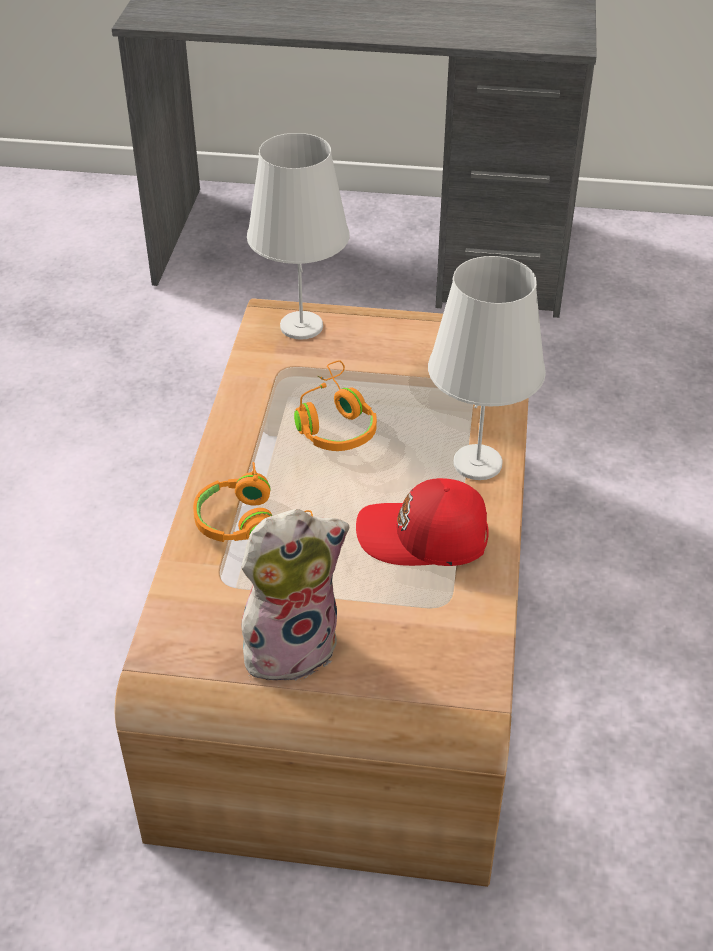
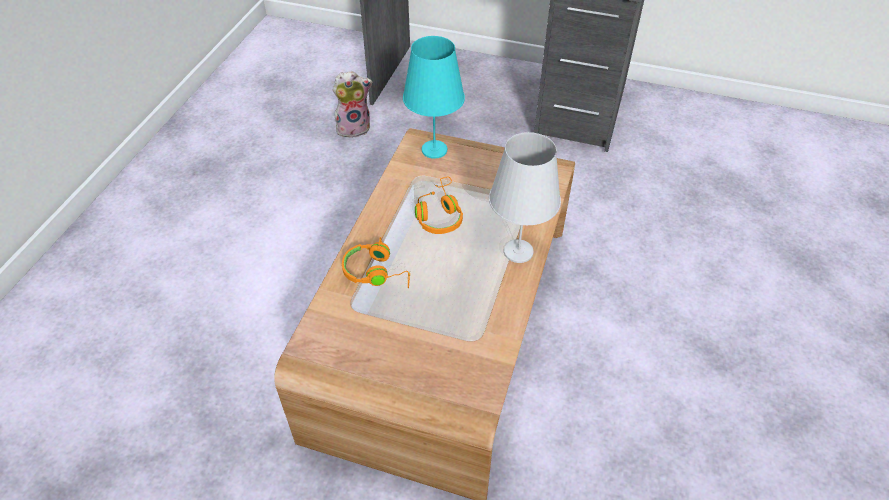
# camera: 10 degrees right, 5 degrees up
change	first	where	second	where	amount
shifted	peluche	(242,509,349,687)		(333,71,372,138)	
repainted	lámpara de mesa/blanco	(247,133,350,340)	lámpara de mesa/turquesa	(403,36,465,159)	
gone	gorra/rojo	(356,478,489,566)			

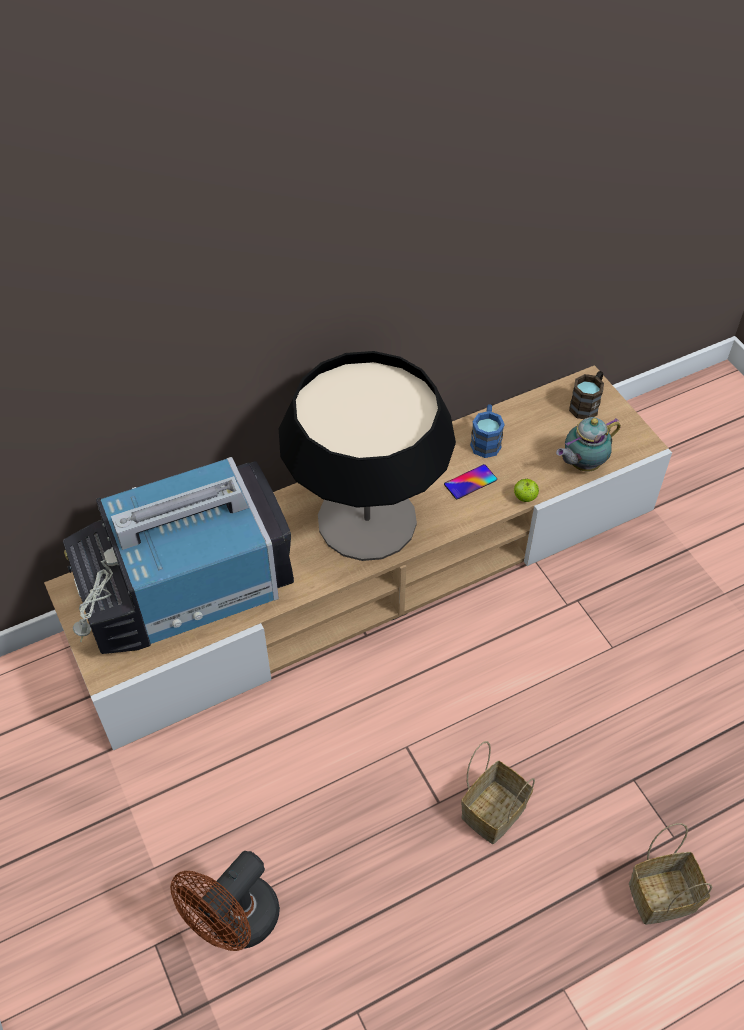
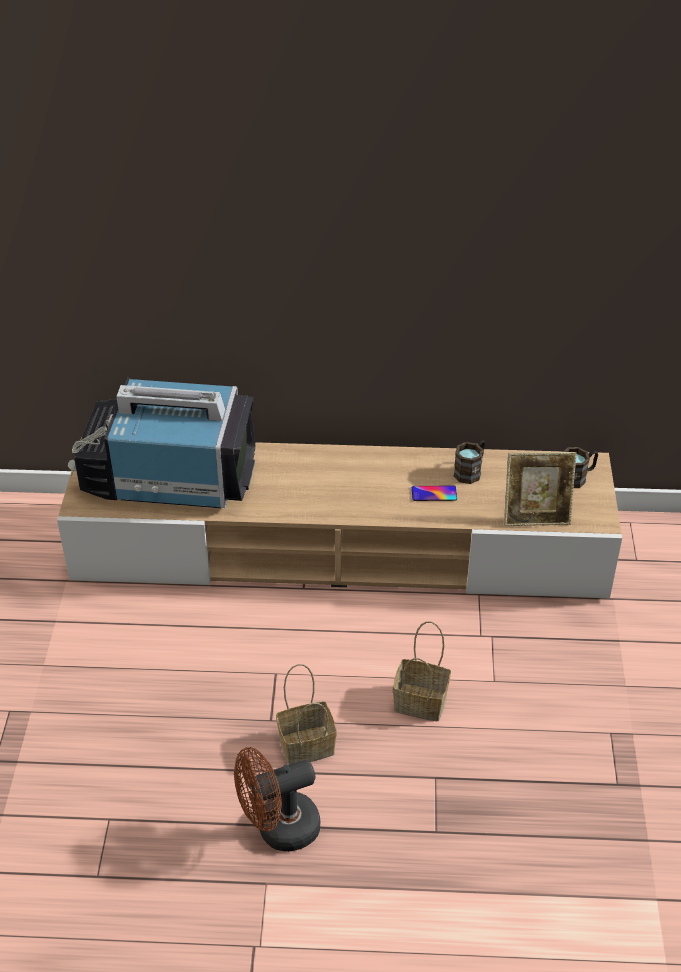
# camera: 30 degrees right, 10 degrees down
change	first	where	second	where	amount
shifted	ventilador/marrón	(170,851,280,951)		(234,747,320,852)	
shifted	cesta	(629,823,712,925)		(393,621,451,721)	
repainted	taza grande/azul	(470,404,505,458)	taza grande/marrón	(454,440,485,484)	
swapped	tetera	(556,417,621,472)	portarretratos	(504,452,577,526)	
gone	lámpara de mesa	(279,351,456,561)			
gone	manzana	(514,479,539,502)			

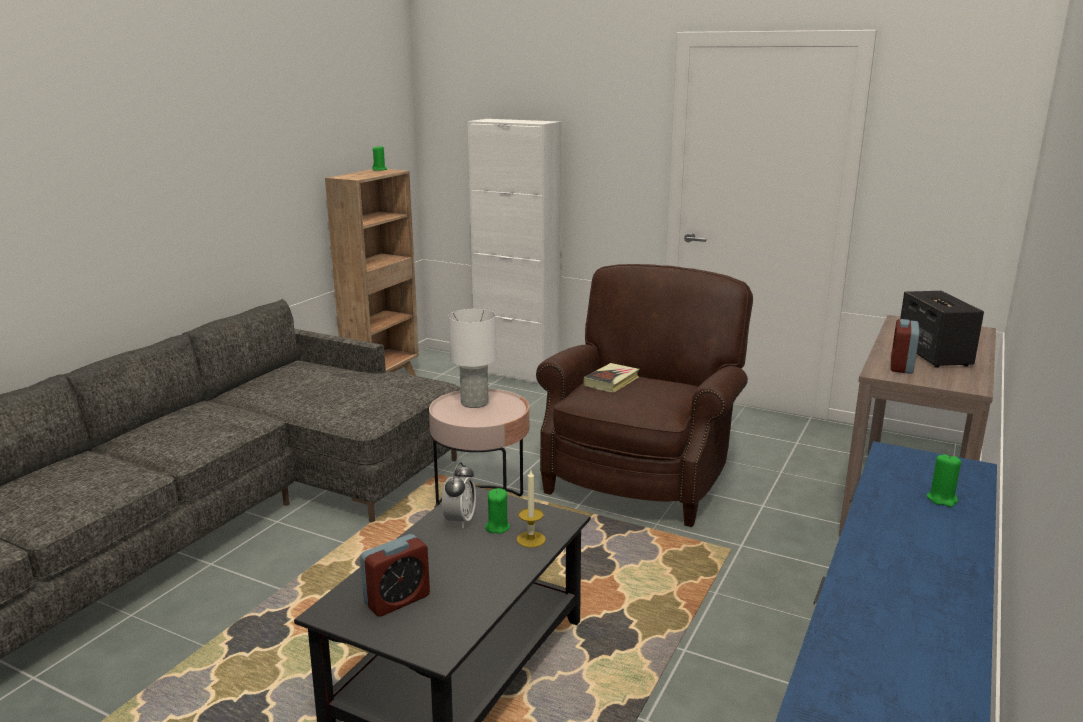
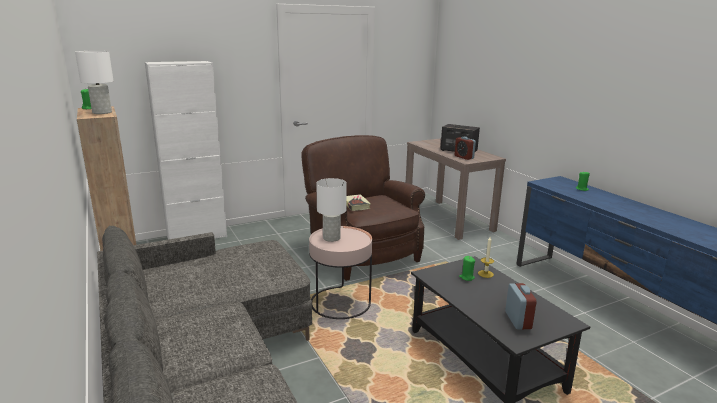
# camera: 55 degrees left, 0 degrees up
change	first	where	second	where	amount
new			lámpara de mesa/blanco	(75,51,114,114)	
gone	despertador	(442,462,476,528)			

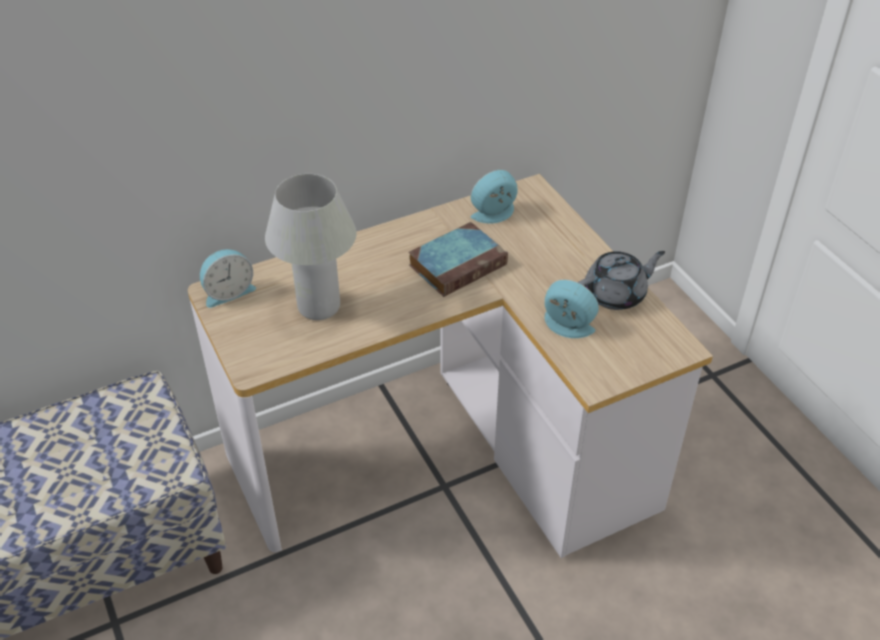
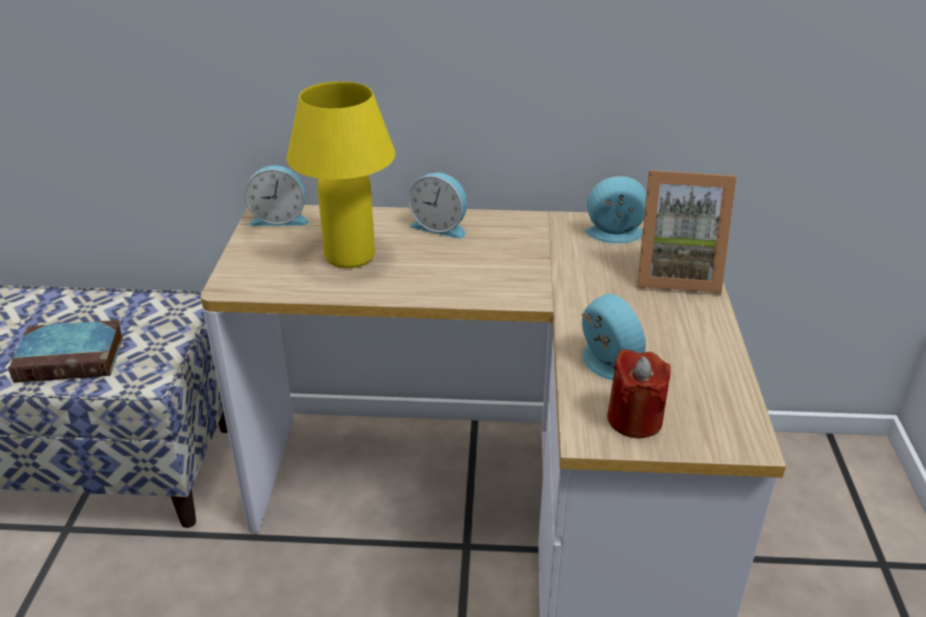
# camera: 30 degrees right, 10 degrees down
change	first	where	second	where	amount
shifted	libro	(408,222,508,297)		(8,320,124,383)	
repainted	lámpara de mesa/blanco	(265,174,357,320)	lámpara de mesa/amarillo	(287,81,395,268)	
new			despertador	(408,172,467,239)	
new			vela/rojo	(607,349,671,438)	
new			portarretratos	(637,170,737,294)	
gone	tetera/gris	(578,251,665,310)			

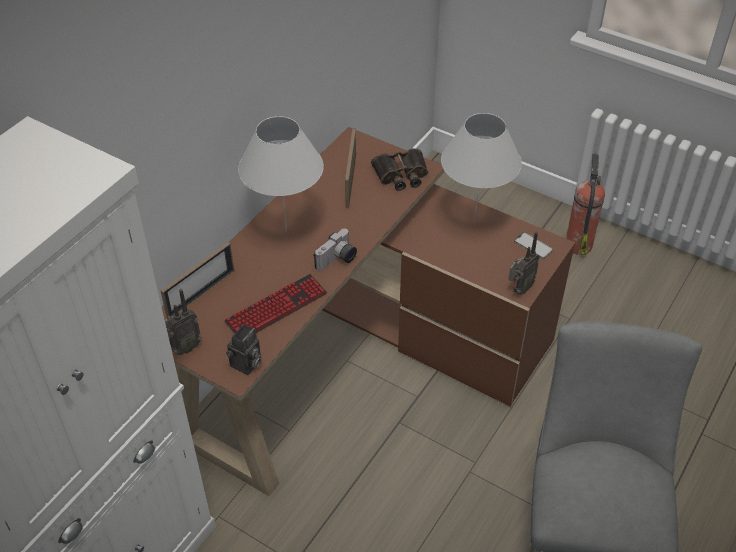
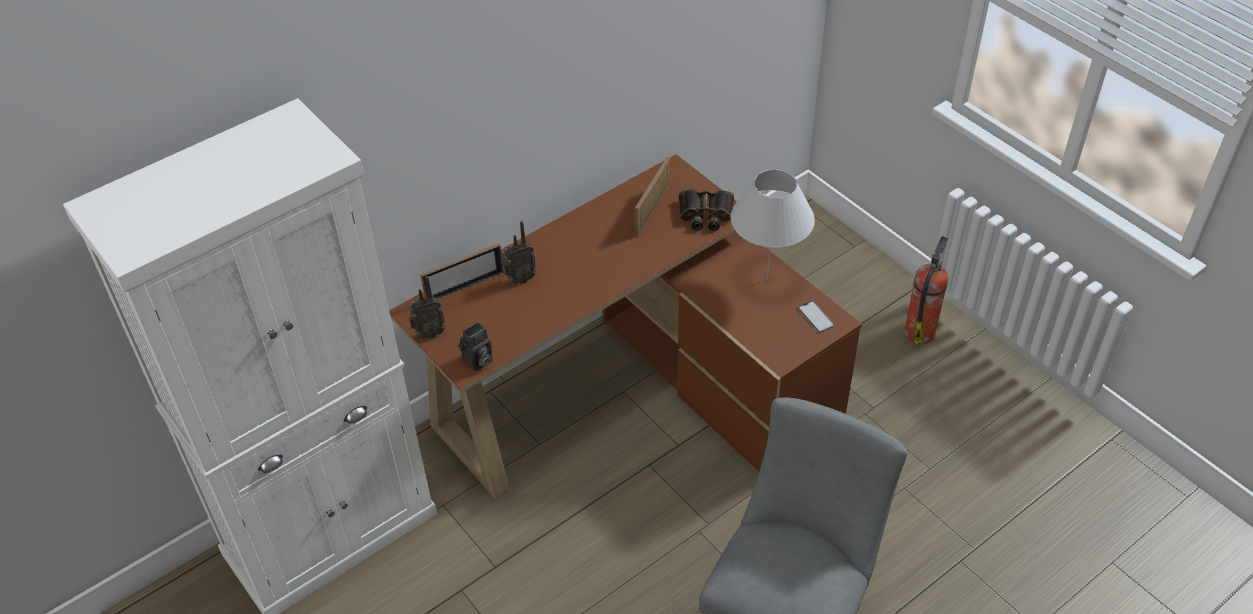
# camera: 20 degrees right, 0 degrees up
change	first	where	second	where	amount
shifted	radio	(508,231,540,295)		(501,221,536,284)	
gone	teclado	(224,274,327,334)			
gone	lámpara de mesa/blanco	(238,116,324,232)			
gone	cámara	(314,229,357,271)			

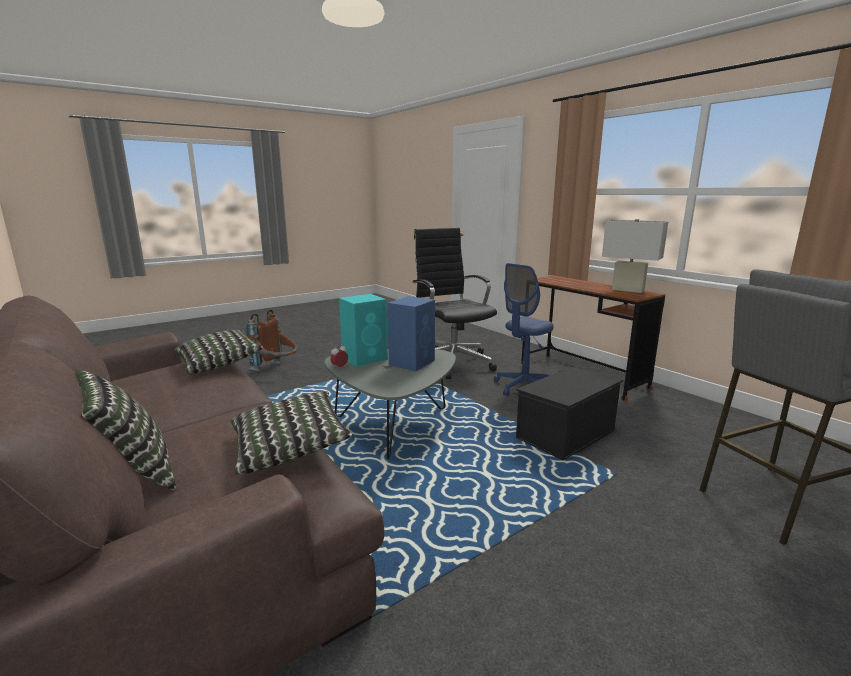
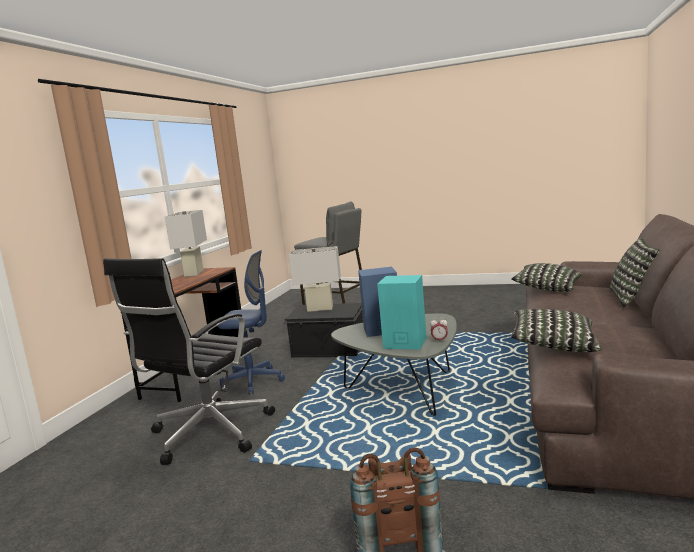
# camera: 125 degrees left, 5 degrees down
change	first	where	second	where	amount
new			lámpara de mesa/blanco	(289,246,341,312)	

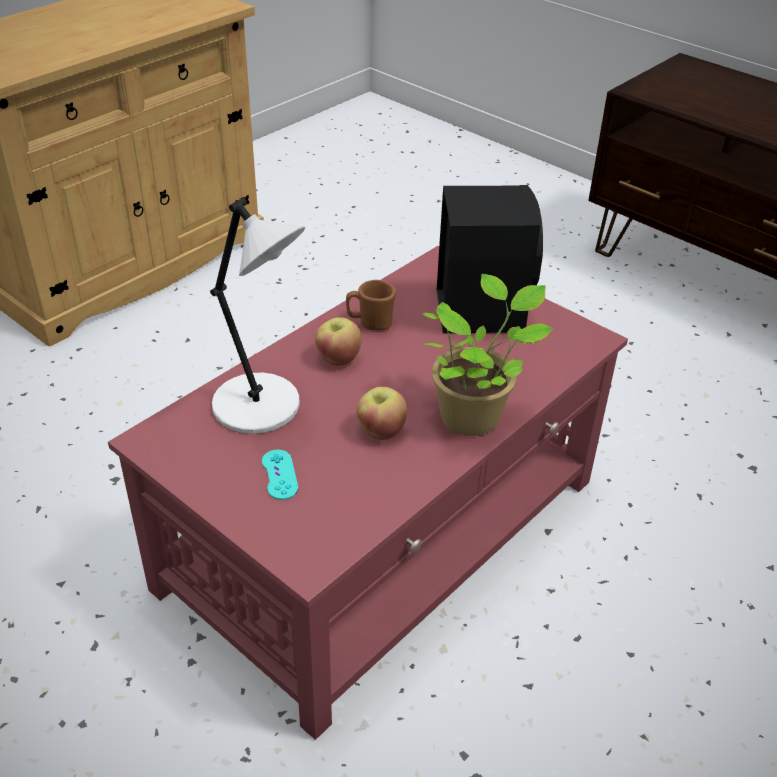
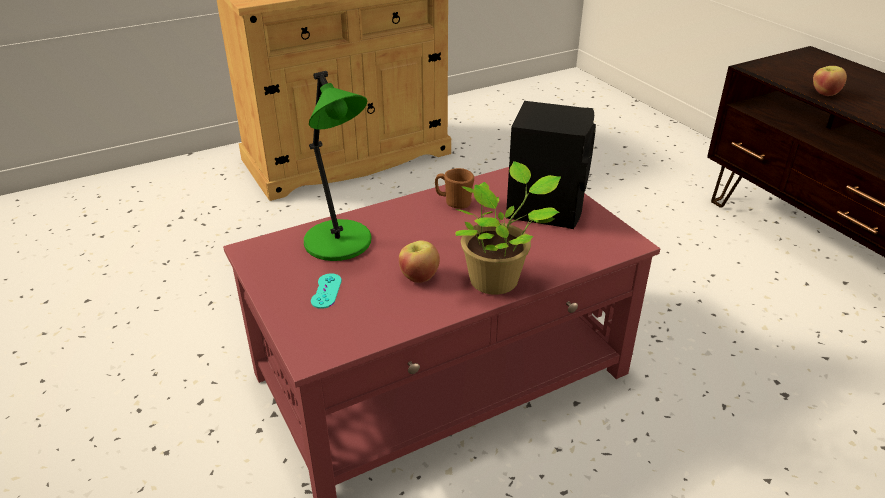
# camera: 20 degrees right, 5 degrees down
change	first	where	second	where	amount
repainted	lámpara de mesa/blanco	(210,198,305,434)	lámpara de mesa/verde	(304,71,371,261)	
shifted	manzana	(315,317,362,366)		(813,66,847,96)	

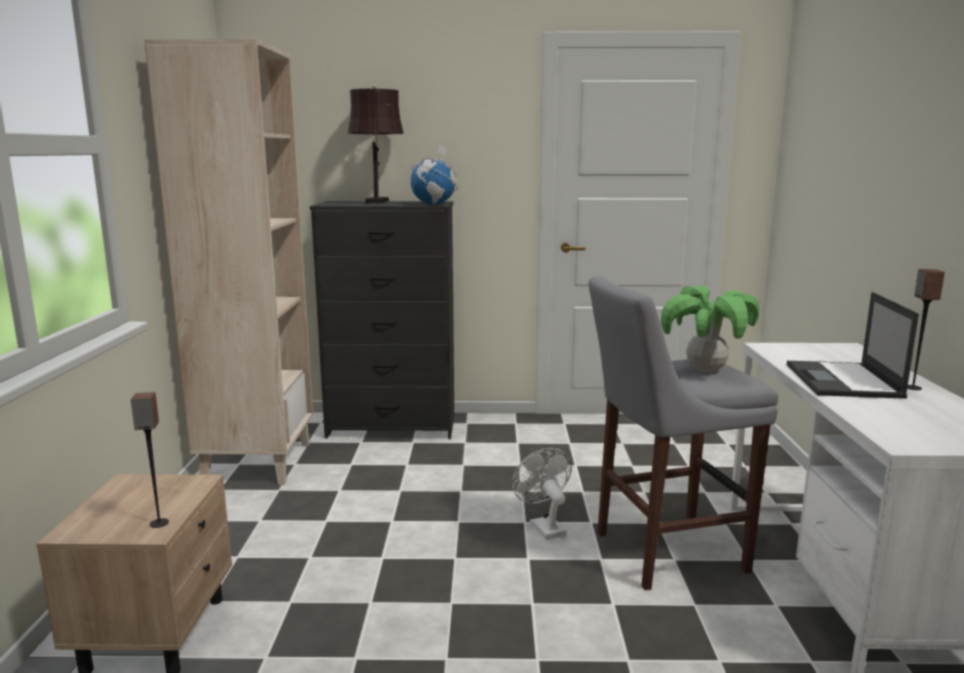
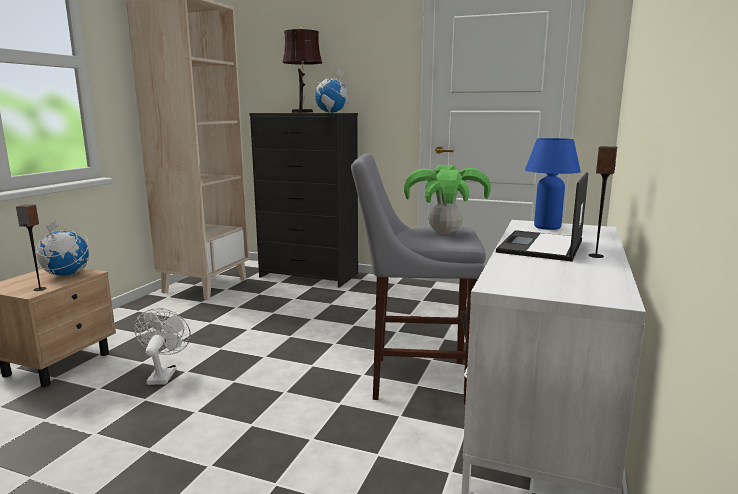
# camera: 20 degrees right, 0 degrees up
change	first	where	second	where	amount
new			globo terráqueo	(36,220,89,276)	
shifted	ventilador/blanco	(512,448,572,540)		(134,308,190,385)	
new			lámpara de mesa/azul	(525,138,581,230)	

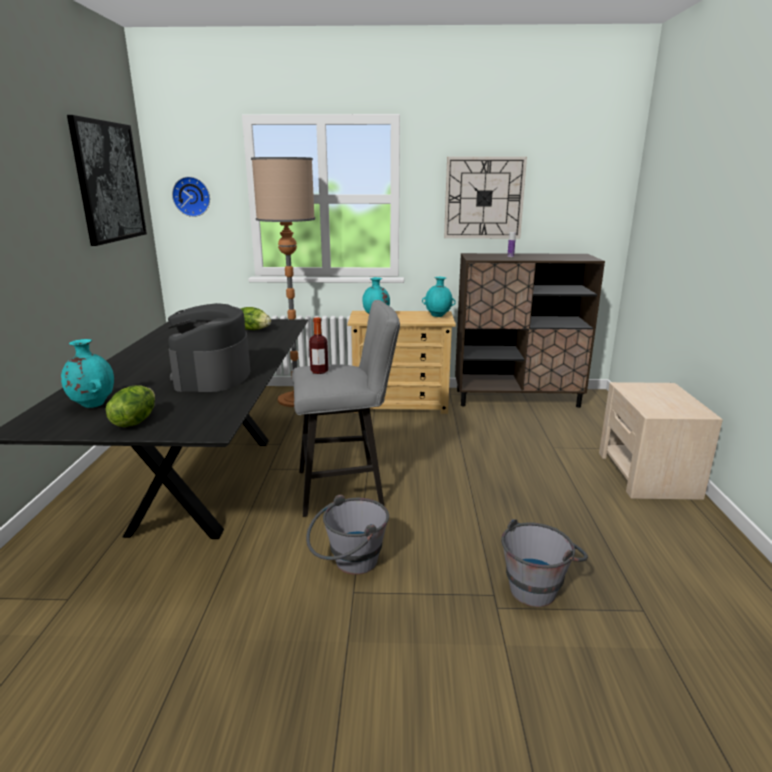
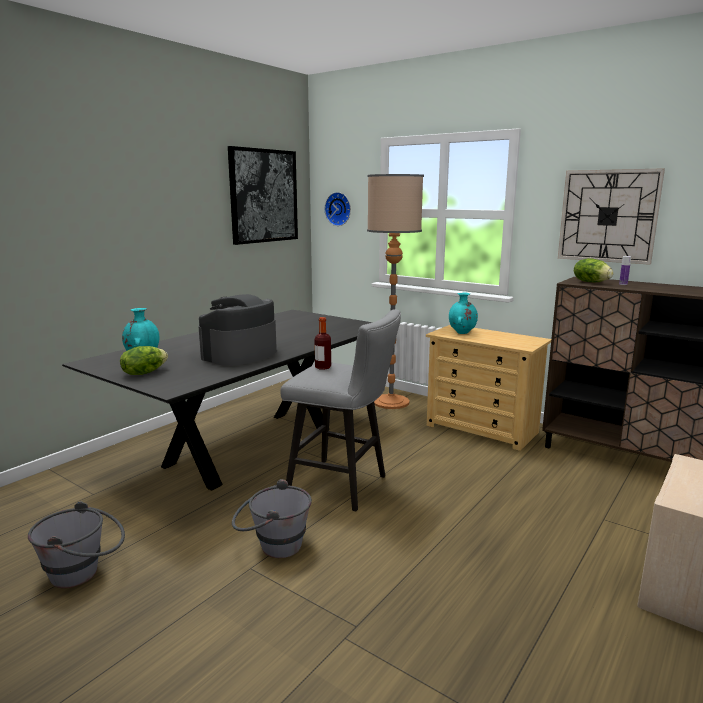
# camera: 35 degrees right, 5 degrees down
change	first	where	second	where	amount
shifted	cubo/gris	(501,519,588,607)		(28,501,125,588)	
shifted	lechuga	(241,307,271,330)		(574,258,614,282)	
gone	florero/turquesa	(422,277,456,317)			

